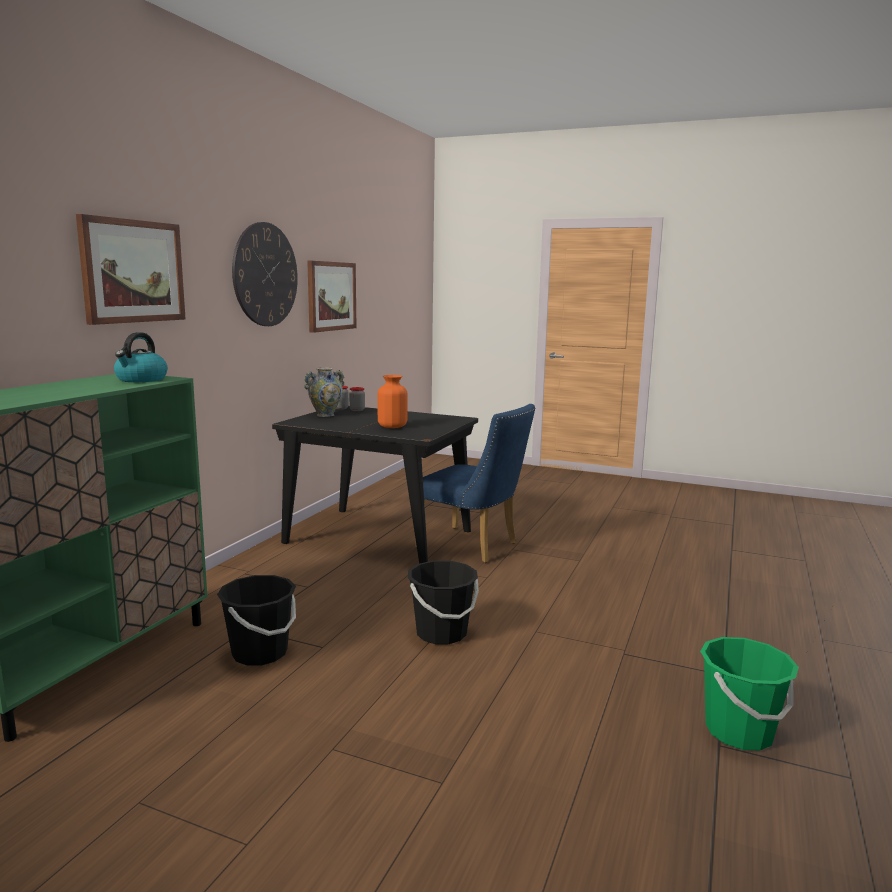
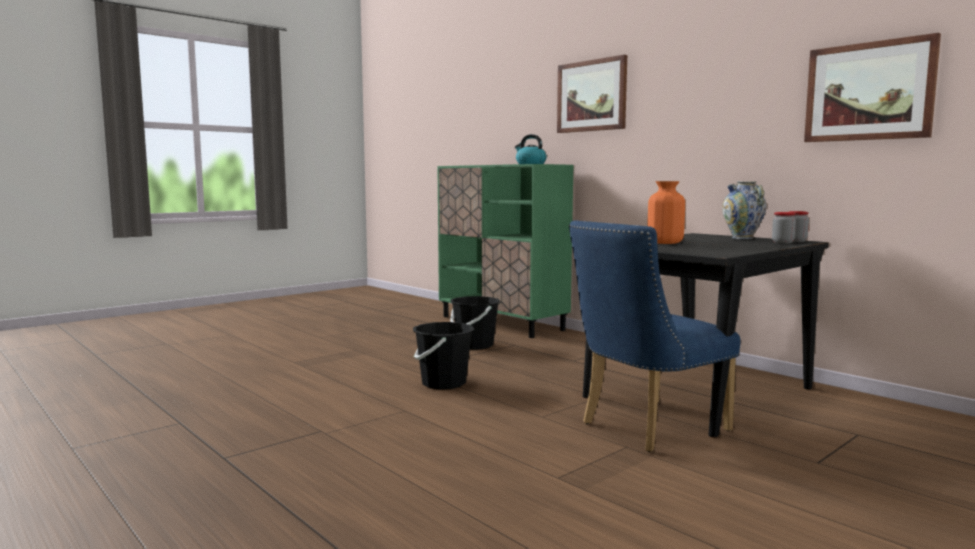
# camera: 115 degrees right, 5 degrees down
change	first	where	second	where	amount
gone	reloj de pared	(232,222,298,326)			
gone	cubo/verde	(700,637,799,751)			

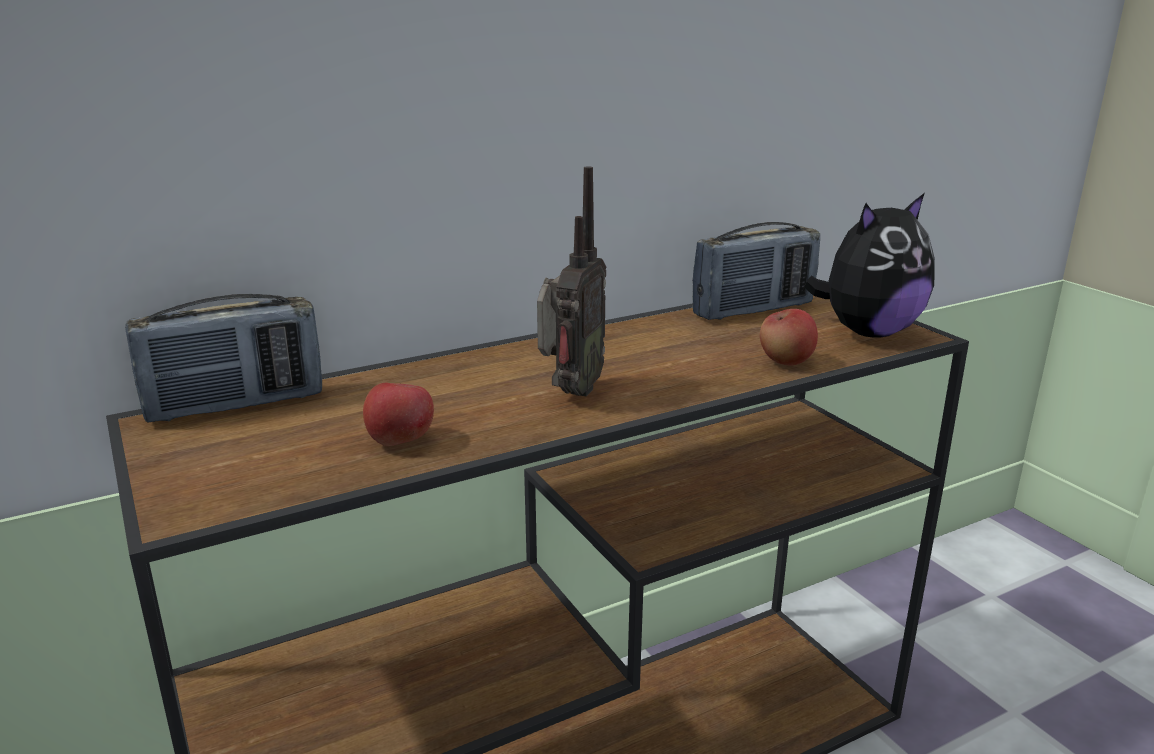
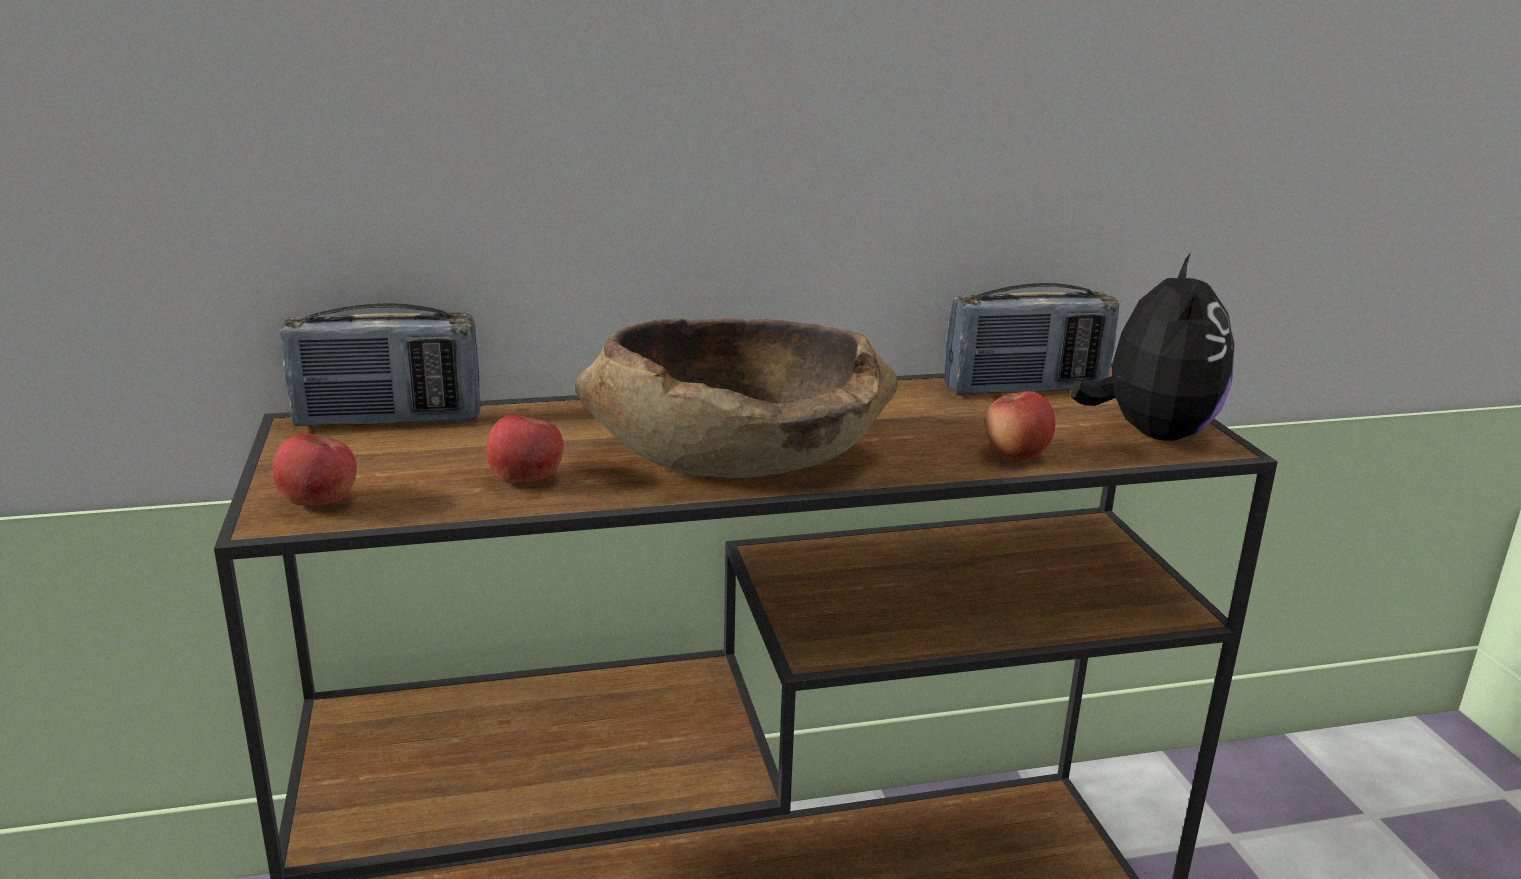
# camera: 15 degrees right, 0 degrees up
change	first	where	second	where	amount
new			manzana	(273,433,357,505)	
swapped	radio	(537,166,606,397)	cuenco/marrón	(575,318,898,478)	
rotated	peluche	(804,193,935,338)		(1070,253,1235,441)	60 degrees counterclockwise

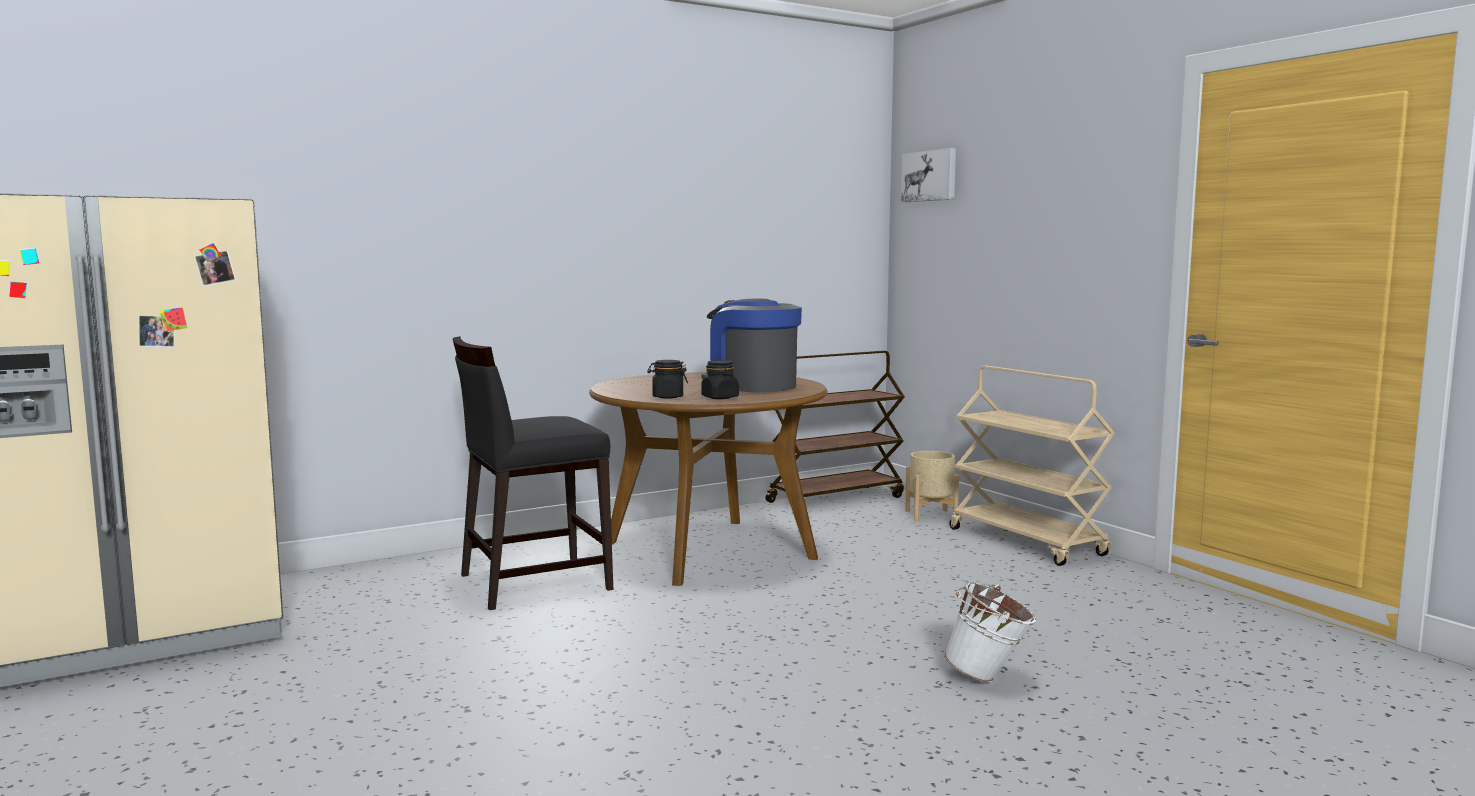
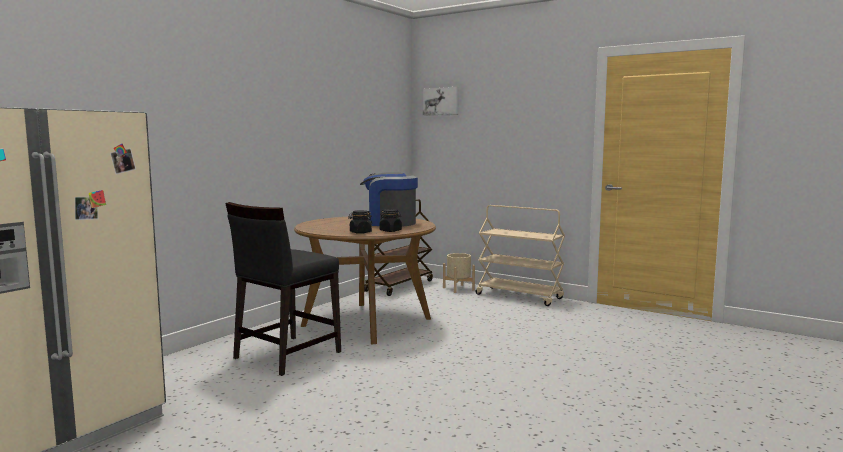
# camera: 25 degrees left, 0 degrees up
change	first	where	second	where	amount
gone	cubo/blanco	(944,583,1036,682)			

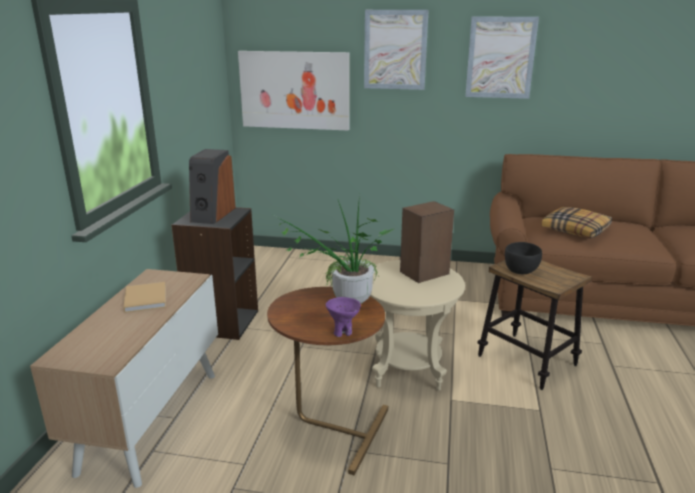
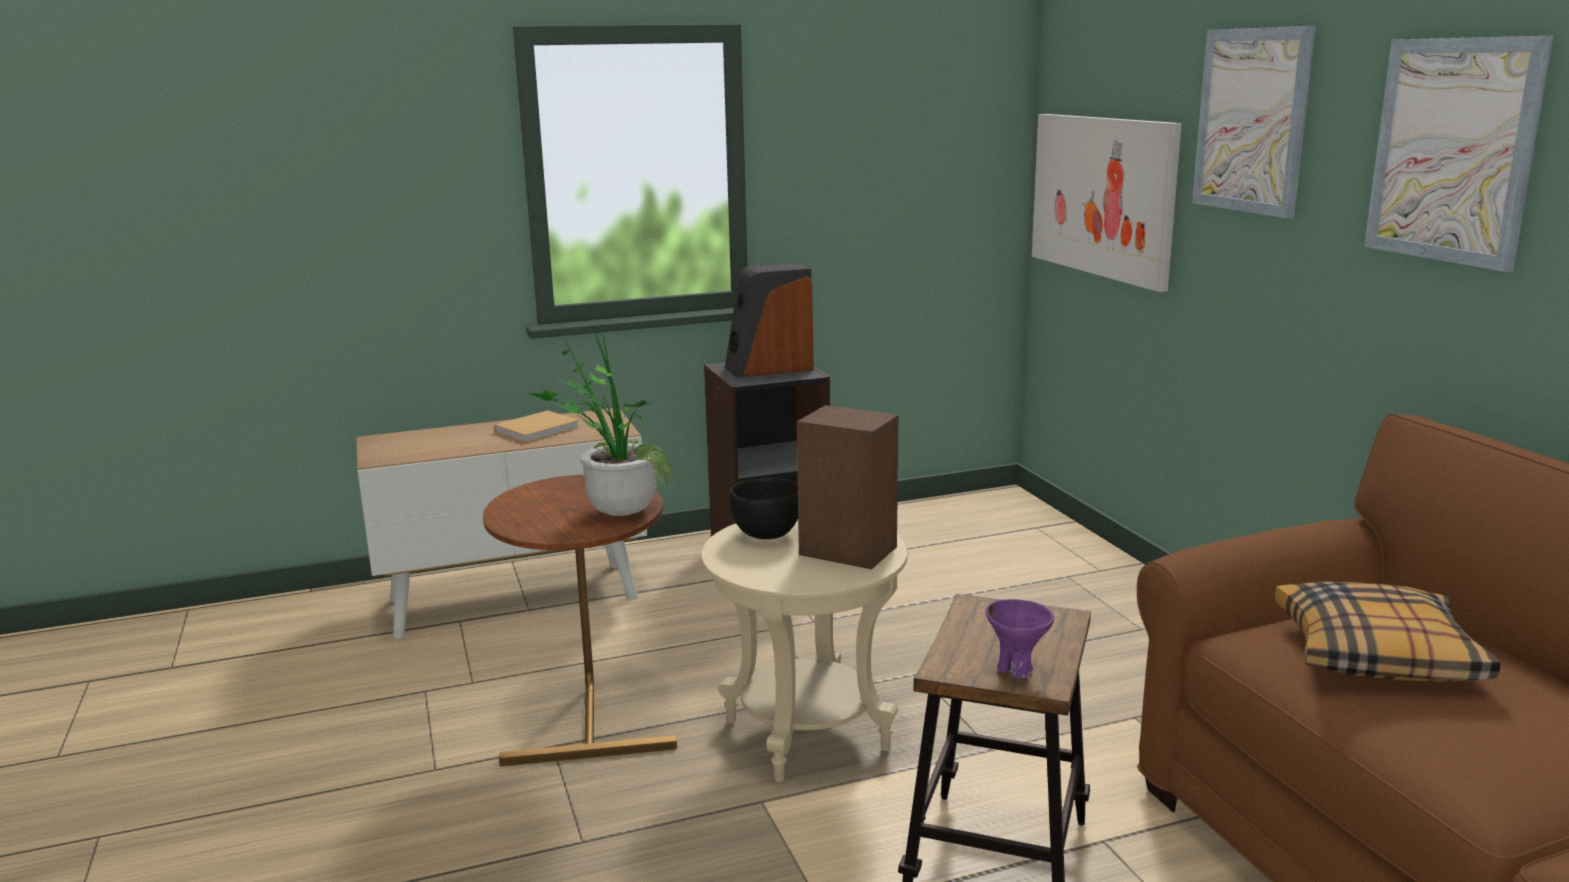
# camera: 60 degrees right, 5 degrees down
change	first	where	second	where	amount
shifted	cuenco/negro	(505,242,542,274)		(730,478,798,539)	
shifted	cuenco/morado	(326,297,361,337)		(985,599,1054,679)	

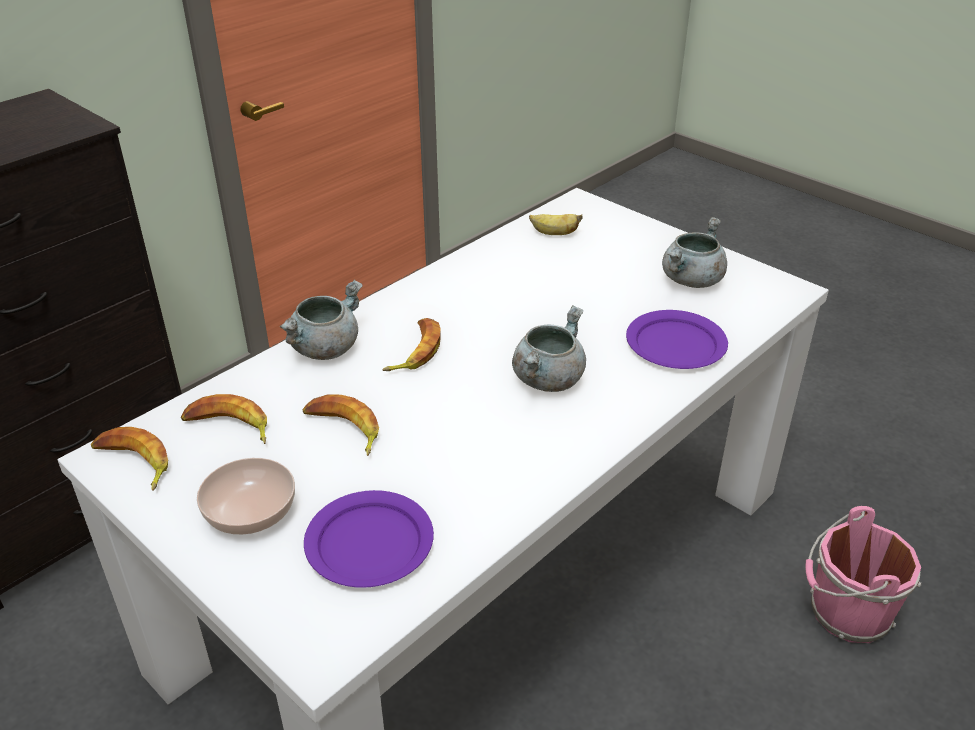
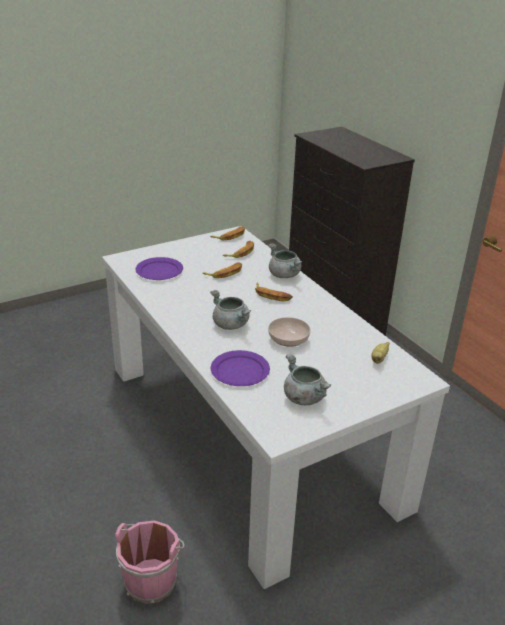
# camera: 105 degrees right, 5 degrees down
change	first	where	second	where	amount
shifted	cuenco	(197,458,295,535)		(268,317,311,347)	

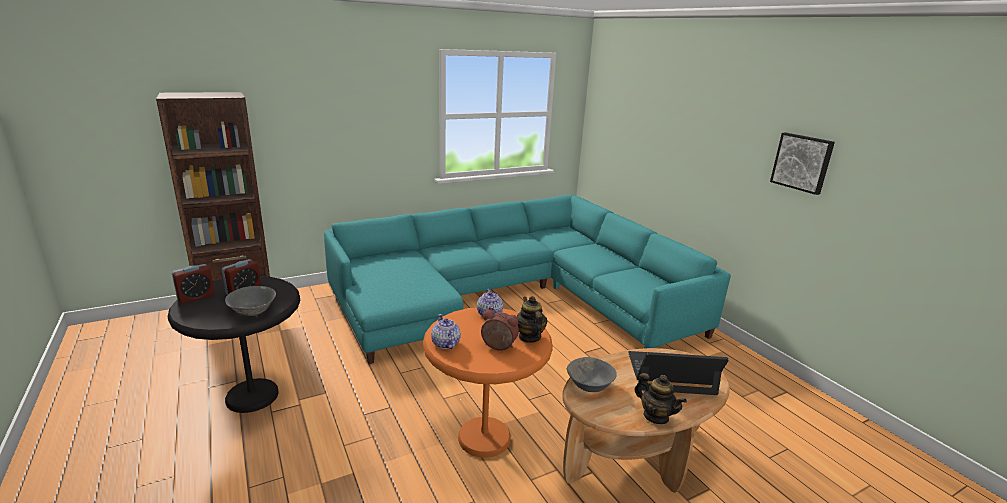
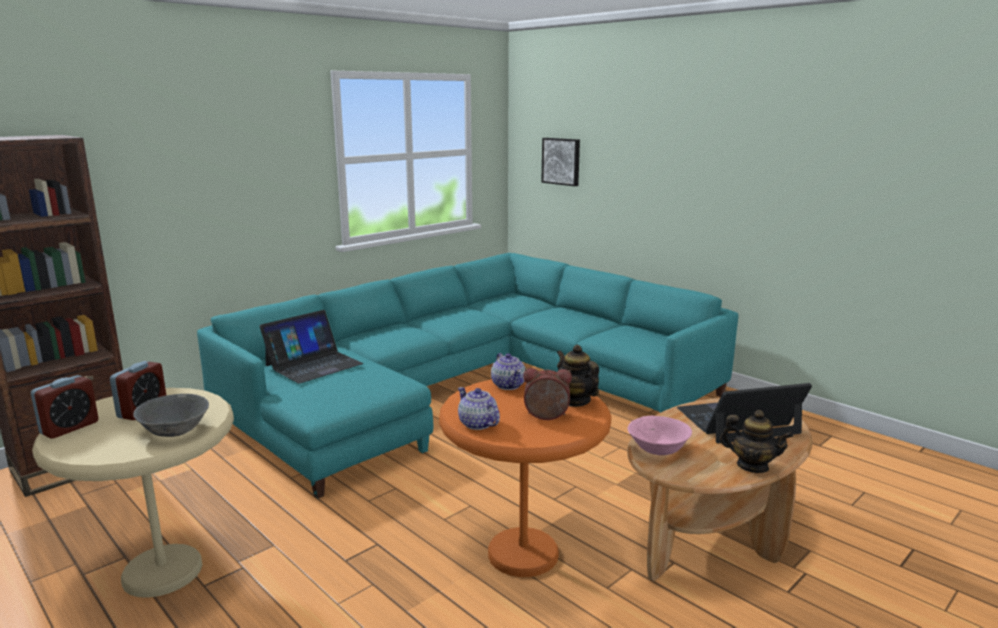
# camera: 15 degrees left, 5 degrees down
change	first	where	second	where	amount
repainted	mesa auxiliar/negro	(168,276,300,413)	mesa auxiliar/beis	(32,388,234,598)	
new			portátil	(260,310,363,384)	
shifted	cuadro	(770,132,835,195)		(541,138,580,186)	
repainted	cuenco/gris	(567,357,617,392)	cuenco/rosa	(628,416,692,455)	

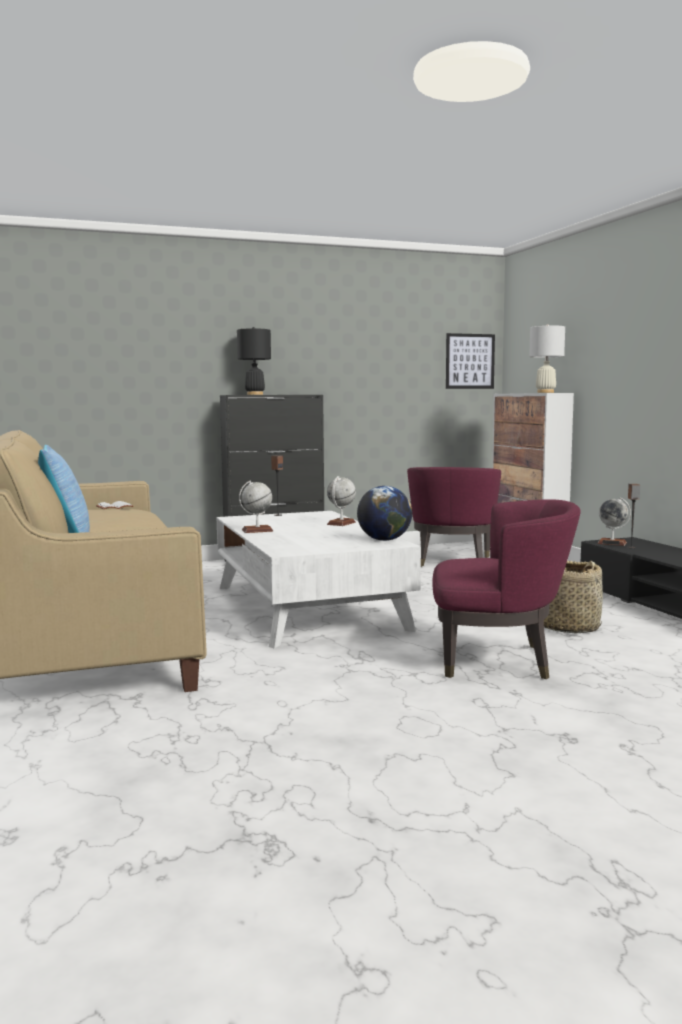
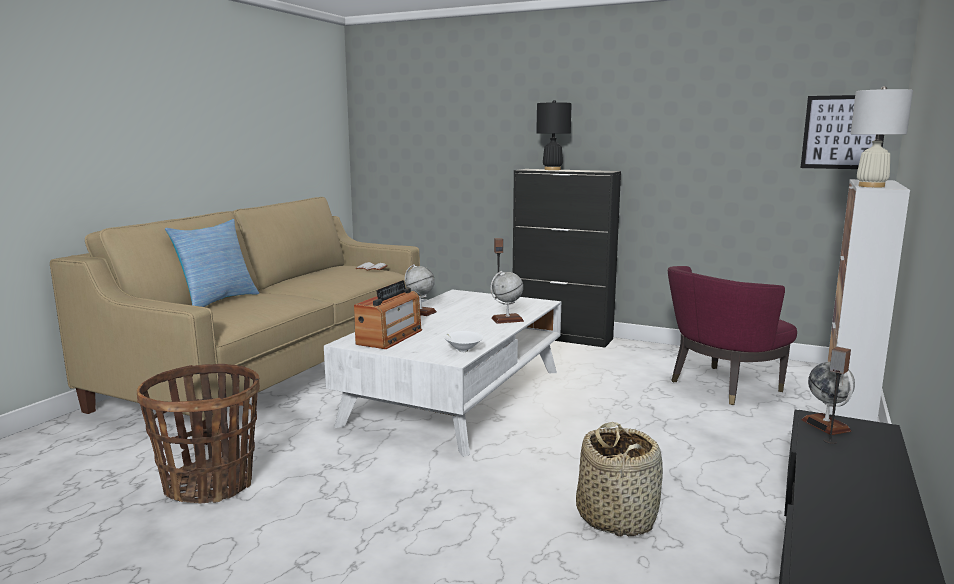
# camera: 45 degrees right, 5 degrees up
change	first	where	second	where	amount
new			cesta	(137,364,260,504)	
new			radio	(354,280,422,349)	
swapped	globo terráqueo	(357,486,412,541)	cuenco/blanco	(443,331,484,352)	
gone	sillón/morado	(432,499,581,679)			

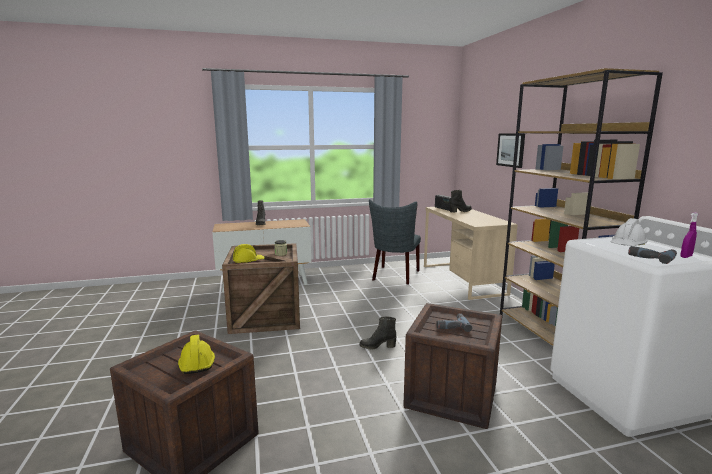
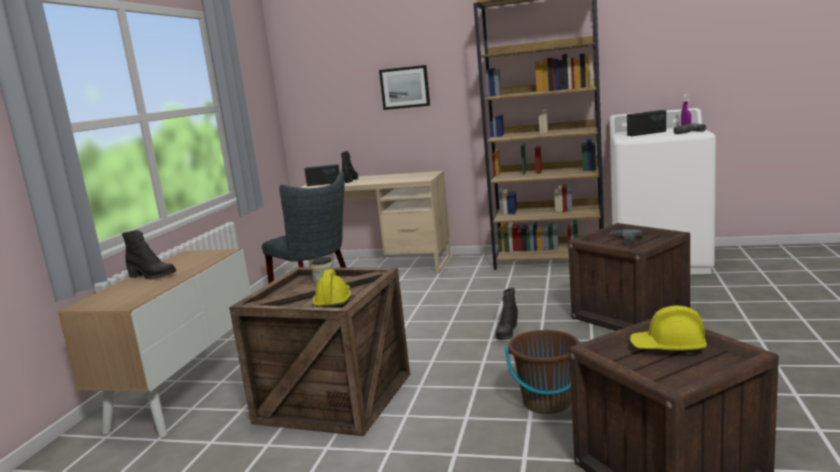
# camera: 60 degrees left, 0 degrees up
change	first	where	second	where	amount
new			cubo/marrón	(505,330,583,414)	
swapped	casco/blanco	(611,218,648,246)	radio	(627,110,666,136)	

